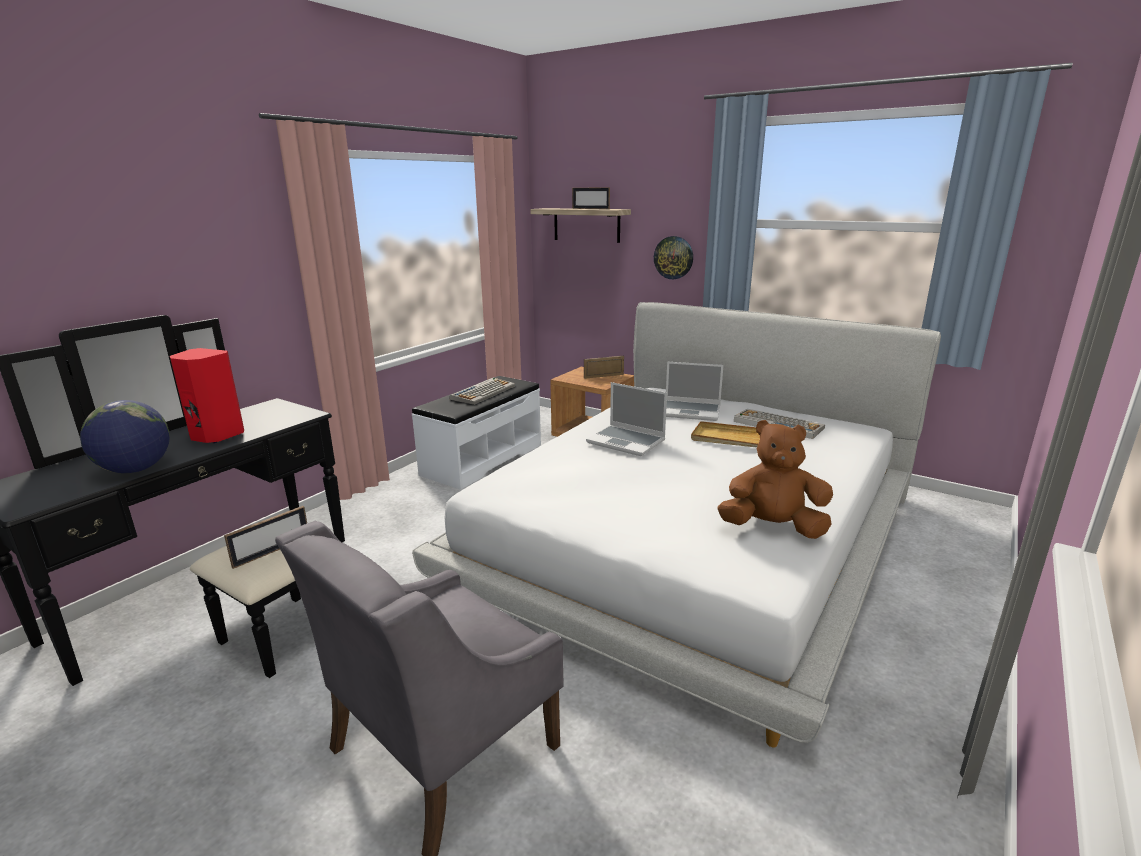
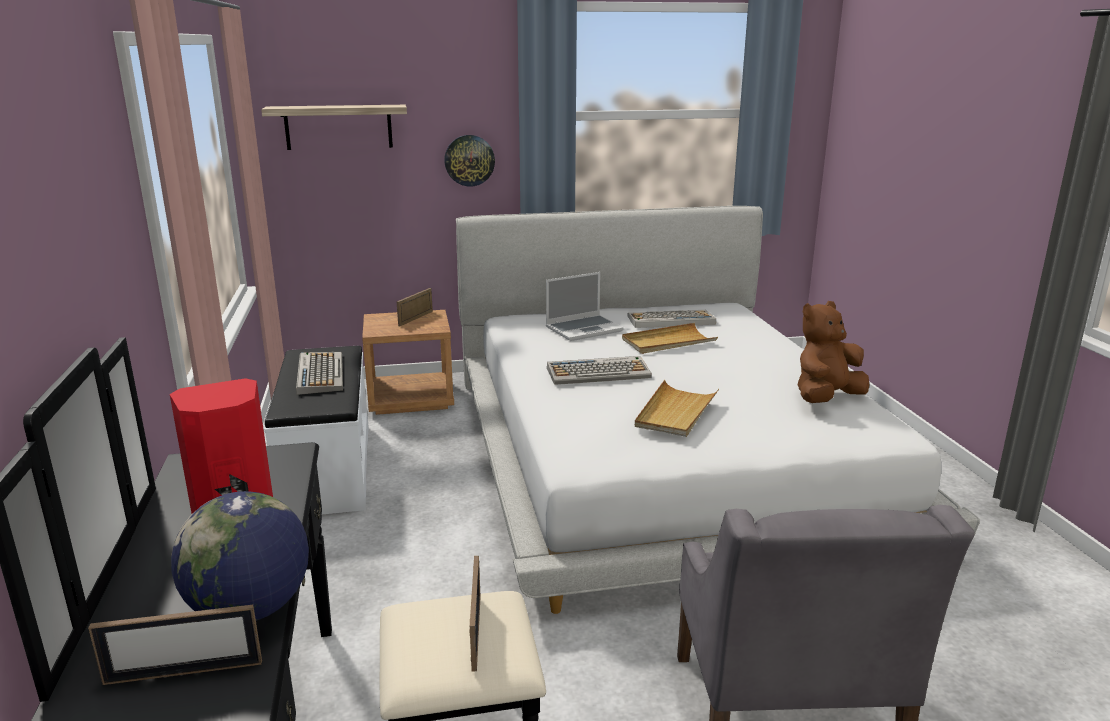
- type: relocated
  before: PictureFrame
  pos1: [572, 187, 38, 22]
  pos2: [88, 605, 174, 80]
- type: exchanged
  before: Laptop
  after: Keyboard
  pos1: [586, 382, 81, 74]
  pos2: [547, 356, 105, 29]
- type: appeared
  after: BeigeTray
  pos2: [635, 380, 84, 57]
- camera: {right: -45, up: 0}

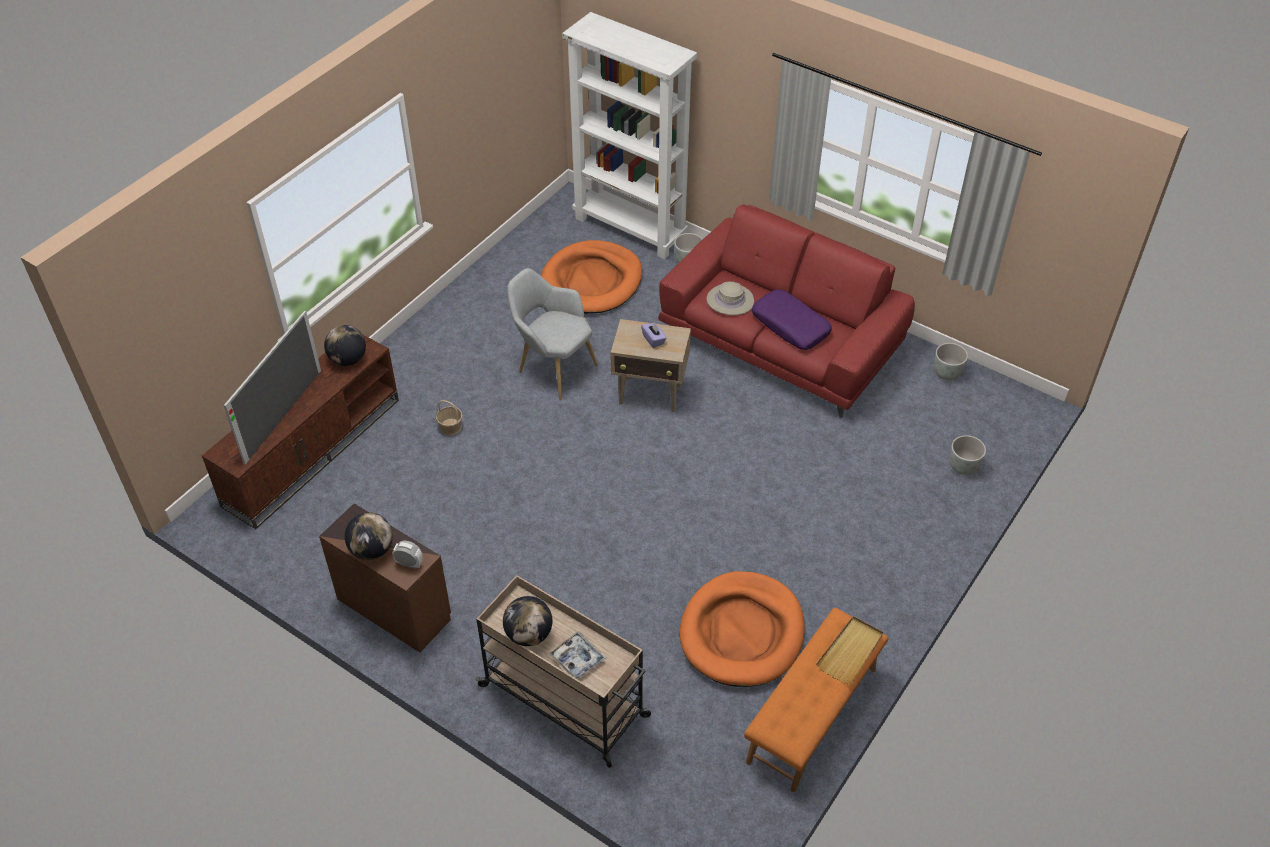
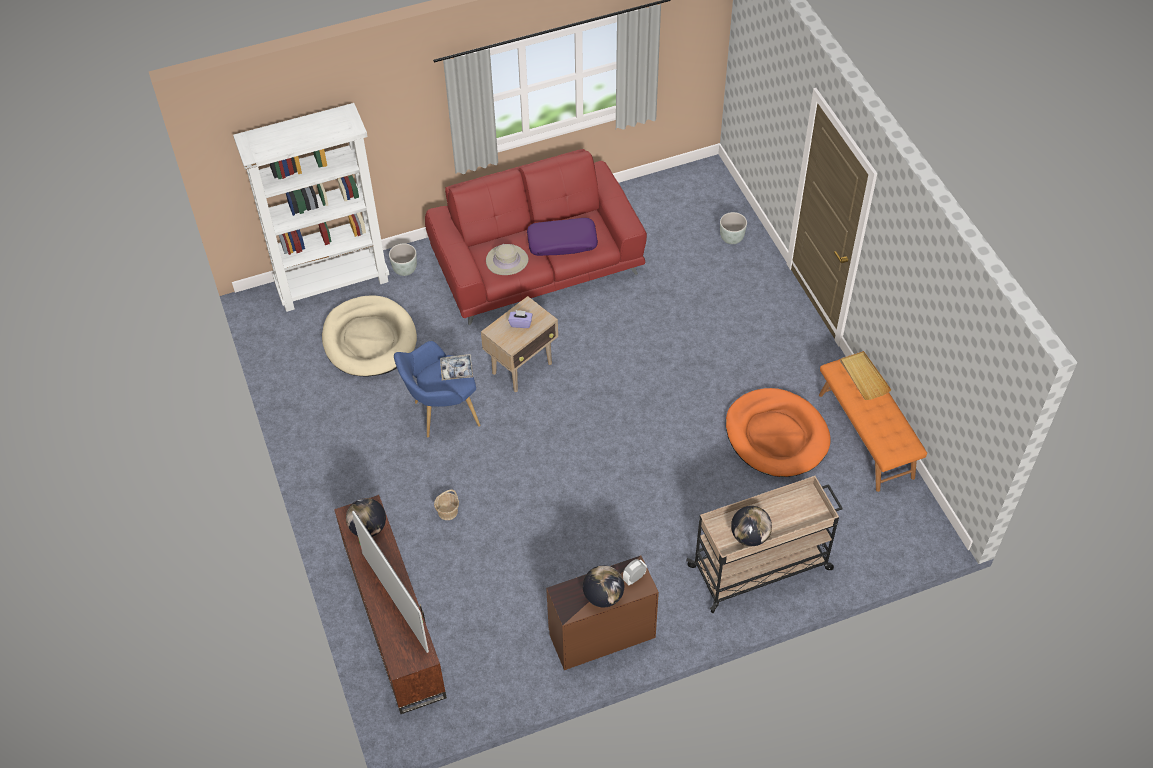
- type: colour
  before: OrangeDogBed
  after: BeigeDogBed
  pos1: [540, 240, 102, 74]
  pos2: [322, 296, 95, 81]
- type: colour
  before: GreyArmchair
  after: BlueArmchair
  pos1: [507, 268, 91, 132]
  pos2: [394, 341, 86, 97]
- type: missing
  before: GreyPlanter
  pos1: [934, 343, 34, 37]
- type: relocated
  before: Tray
  pos1: [548, 631, 58, 48]
  pos2: [440, 354, 33, 27]
- camera: {right: -55, up: 5}

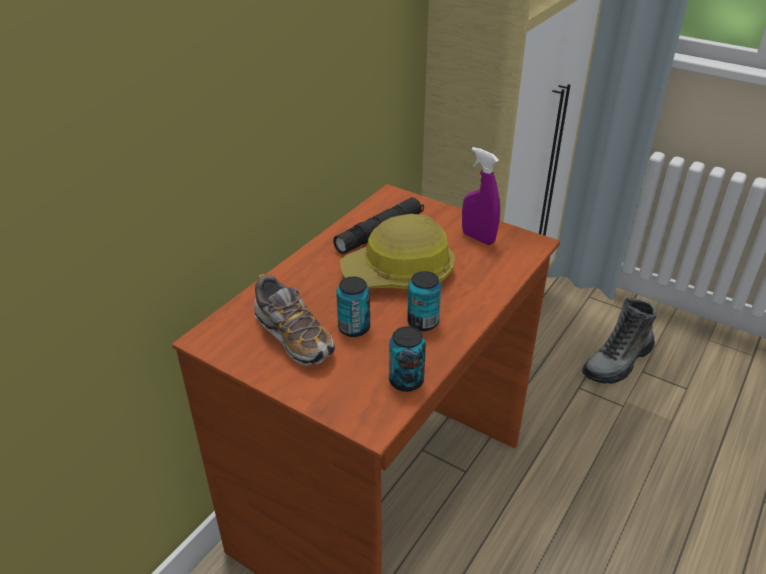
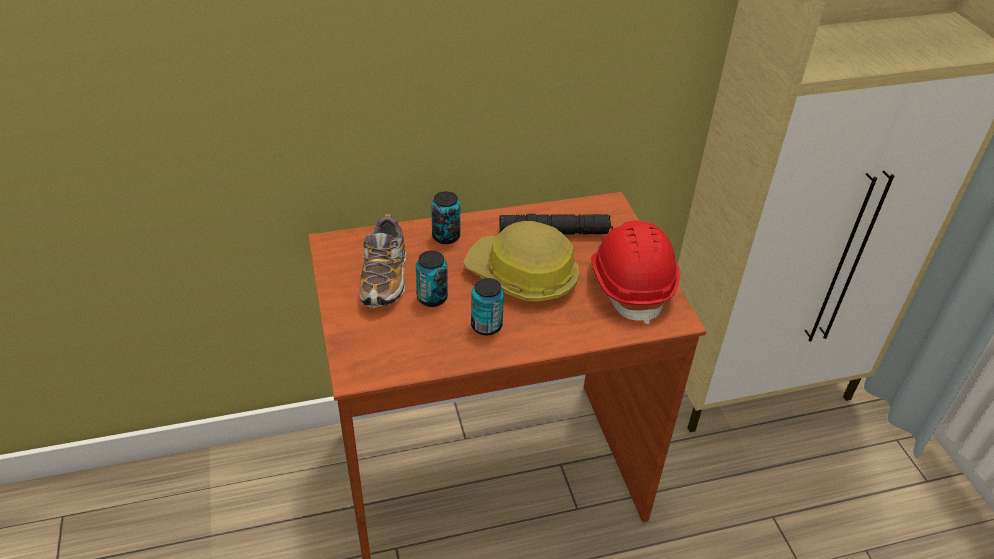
- type: exchanged
  before: PurpleSprayBottle
  after: RedHardHat
  pos1: [462, 147, 38, 98]
  pos2: [591, 221, 89, 103]
- type: missing
  before: Boot
  pos1: [582, 298, 74, 86]
- type: relocated
  before: Can
  pos1: [389, 326, 37, 66]
  pos2: [431, 191, 29, 53]
- camera: {right: 40, up: 5}

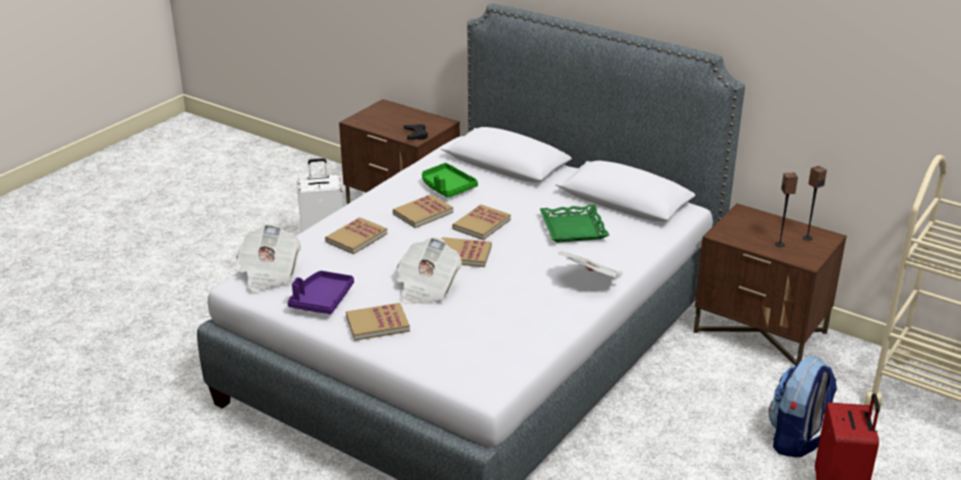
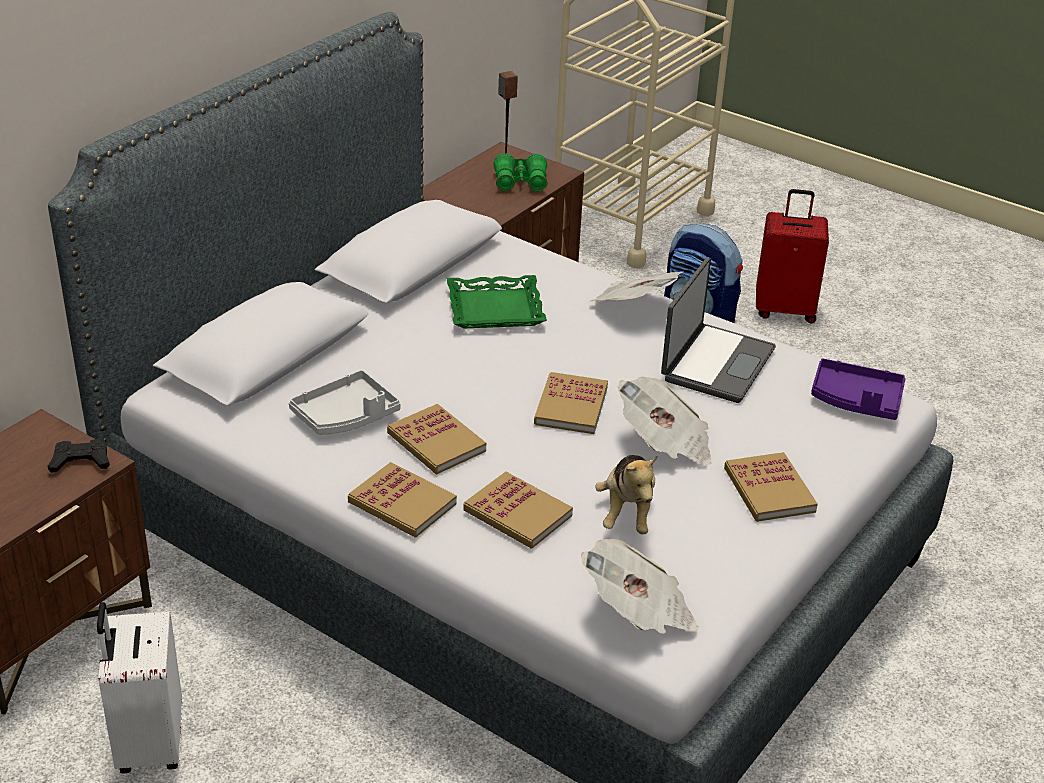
- type: colour
  before: GreenTray
  after: GreyTray
  pos1: [422, 163, 56, 35]
  pos2: [289, 370, 112, 65]
- type: exchanged
  before: Speaker
  after: GreenBinoculars
  pos1: [775, 173, 23, 74]
  pos2: [494, 153, 54, 39]
- type: relocated
  before: Book
  pos1: [452, 205, 59, 35]
  pos2: [348, 462, 109, 76]
- type: relocated
  before: PurpleTray
  pos1: [288, 271, 66, 43]
  pos2: [811, 359, 95, 61]
- type: appeared
  after: Laptop
  pos2: [661, 257, 115, 146]
- type: appeared
  after: PlushToy
  pos2: [595, 455, 63, 79]
- camera: {right: -90, up: 5}

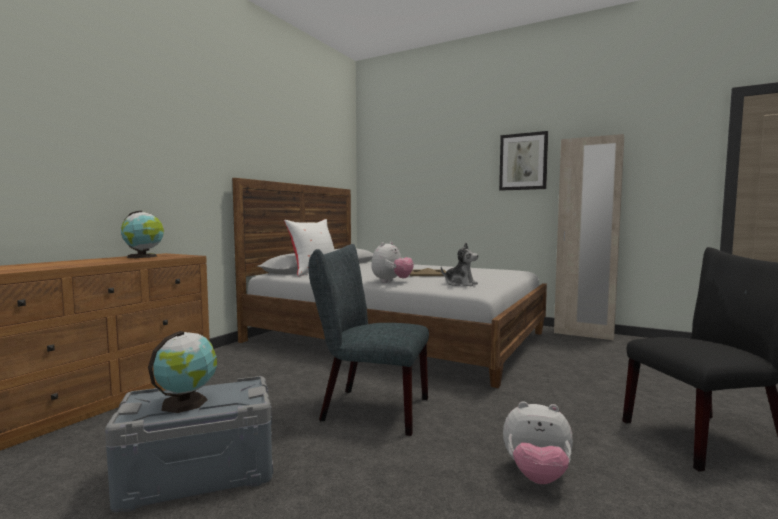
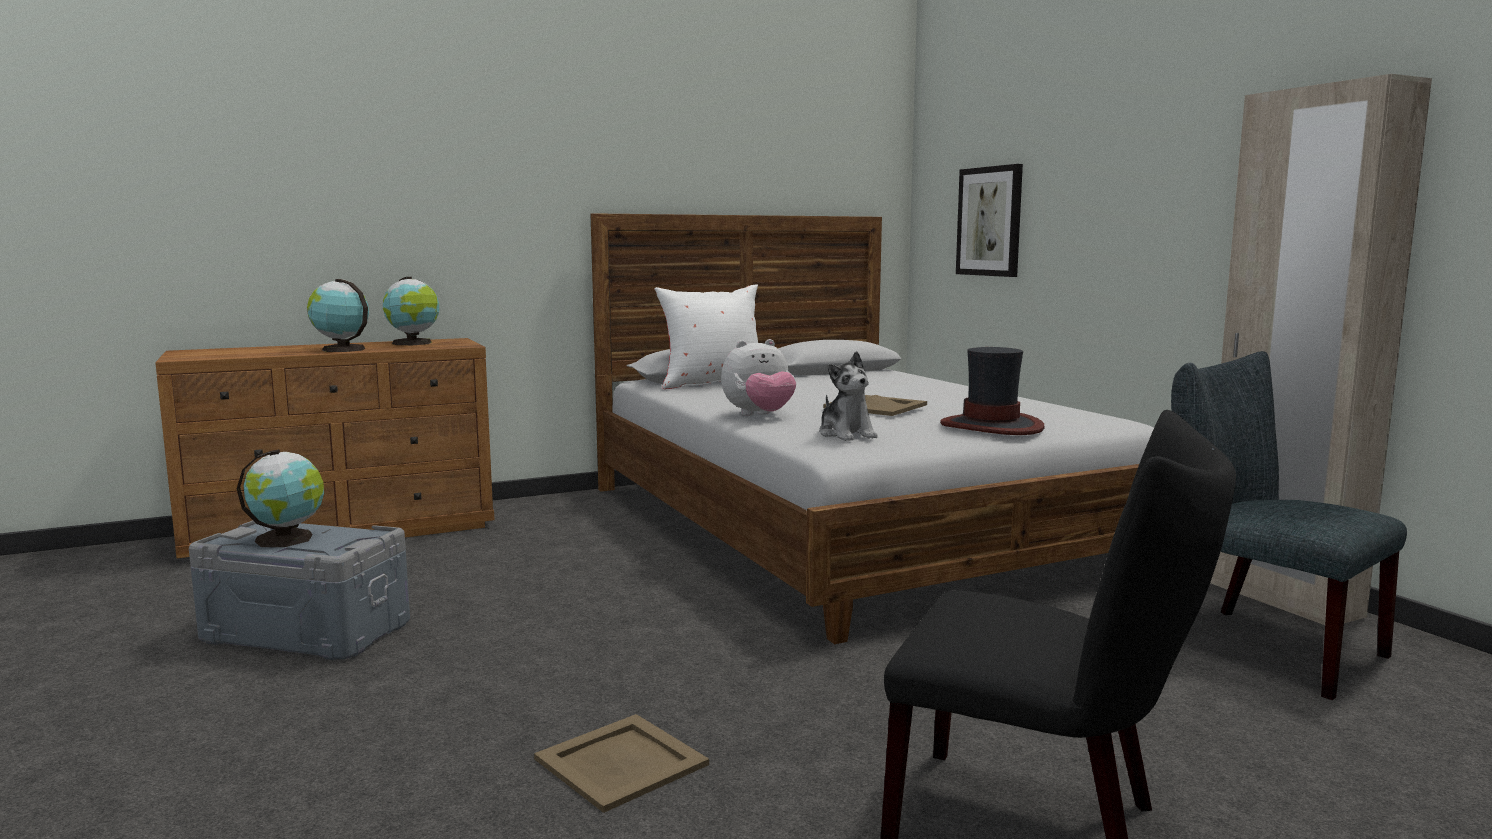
- type: relocated
  before: Picture
  pos1: [499, 131, 49, 60]
  pos2: [956, 164, 67, 113]
- type: relocated
  before: GreyChair
  pos1: [309, 244, 120, 192]
  pos2: [1171, 351, 236, 349]
- type: exchanged
  before: PlushToy
  after: BeigeTray
  pos1: [503, 401, 70, 83]
  pos2: [534, 714, 175, 99]
- type: appeared
  after: Globe
  pos2: [307, 279, 62, 73]
- type: appeared
  after: Hat
  pos2: [940, 347, 105, 88]
- camera: {right: 35, up: 5}

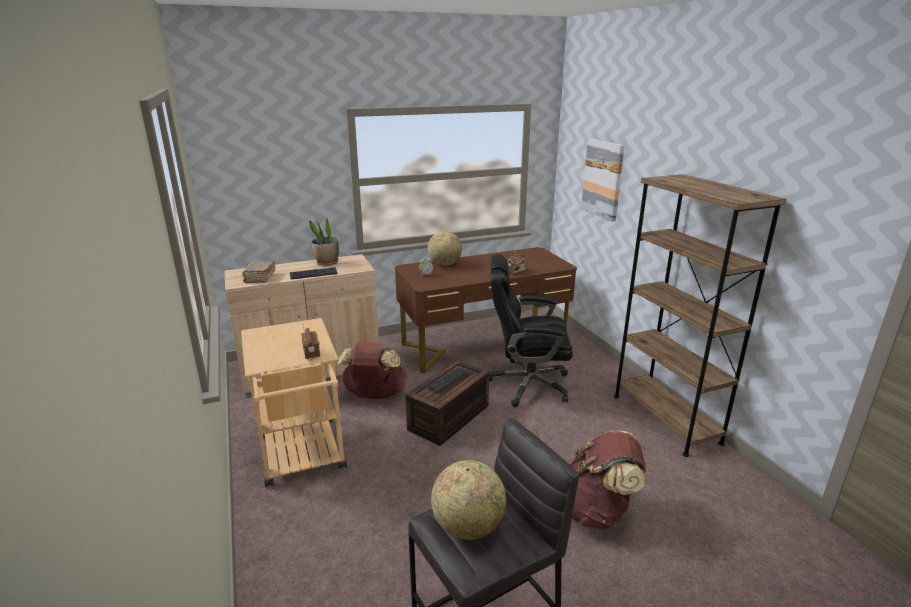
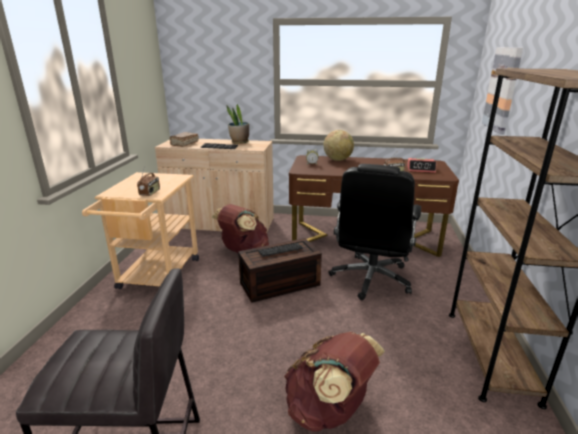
- type: spun
  before: BlackOfficeChair
  pos1: [489, 254, 84, 153]
  pos2: [329, 164, 92, 136]
  turn: -105
- type: missing
  before: Globe
  pos1: [431, 460, 75, 80]
- type: appeared
  after: AlarmClock
  pos2: [407, 158, 30, 15]
- camera: {right: 30, up: 0}

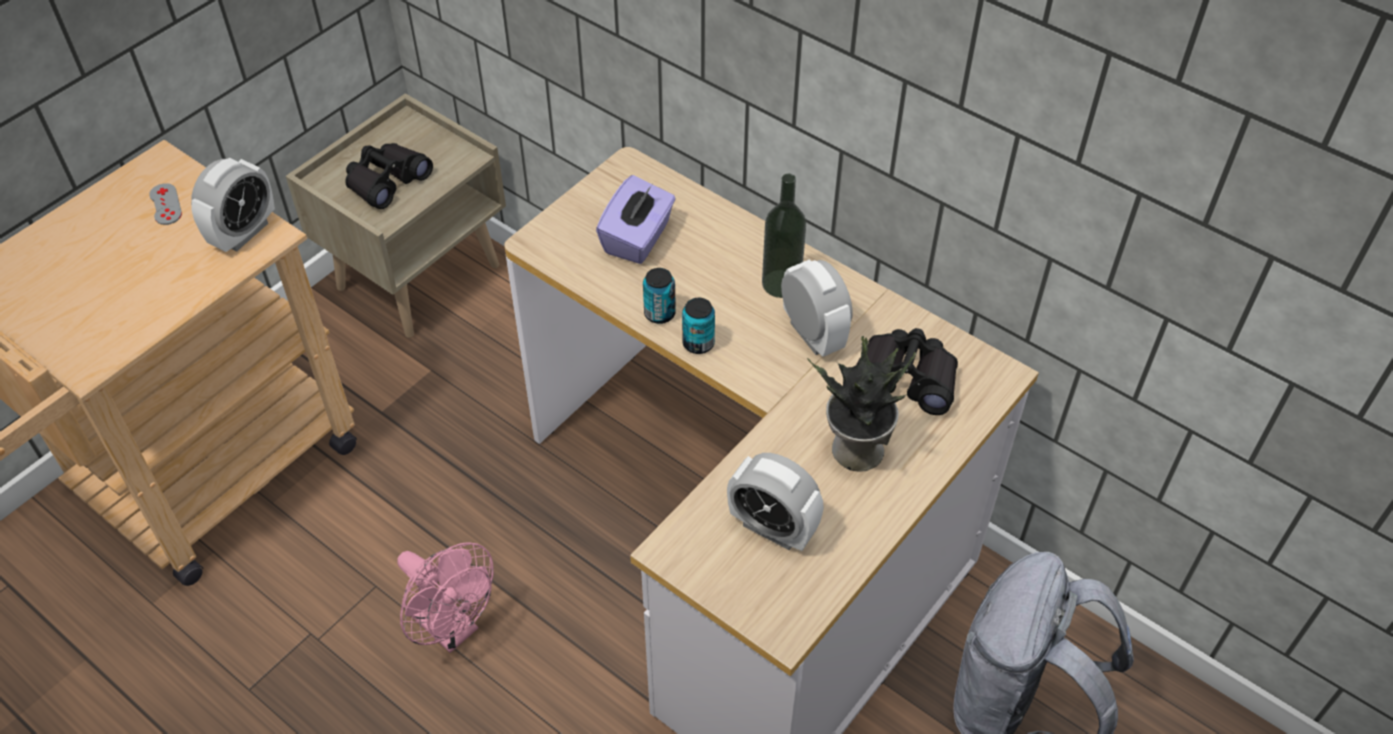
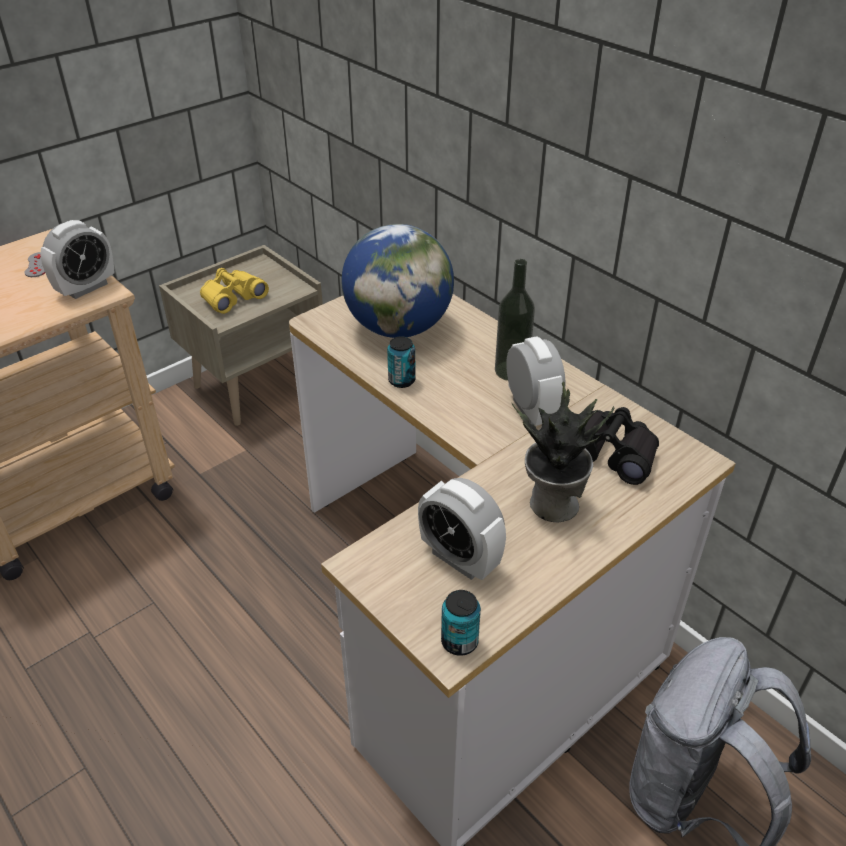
- type: colour
  before: BlackBinoculars
  after: YellowBinoculars
  pos1: [345, 143, 88, 66]
  pos2: [200, 268, 69, 46]
- type: exchanged
  before: PurpleTissueBox
  after: Globe
  pos1: [596, 175, 80, 89]
  pos2: [341, 224, 113, 114]
- type: relocated
  before: Can
  pos1: [682, 298, 33, 56]
  pos2: [441, 590, 40, 66]
- type: missing
  before: PinkFan
  pos1: [397, 543, 97, 110]
- camera: {right: 10, up: -10}

